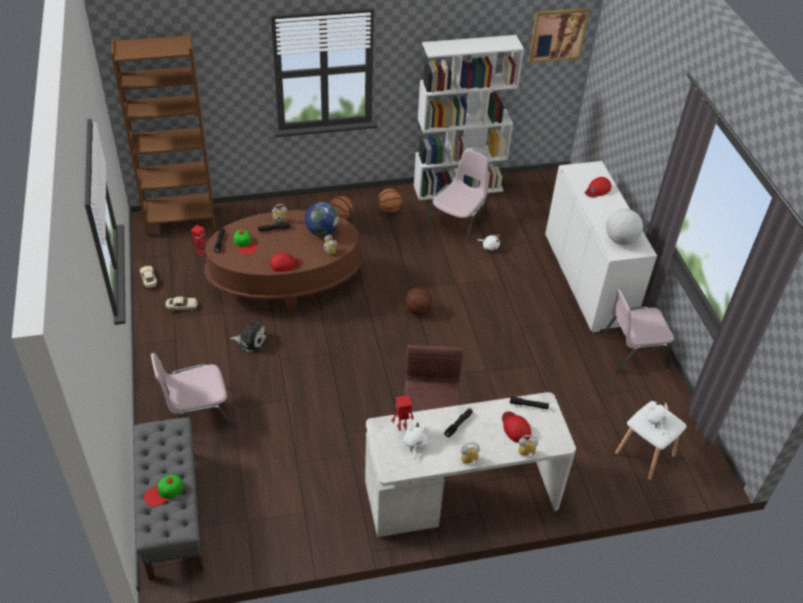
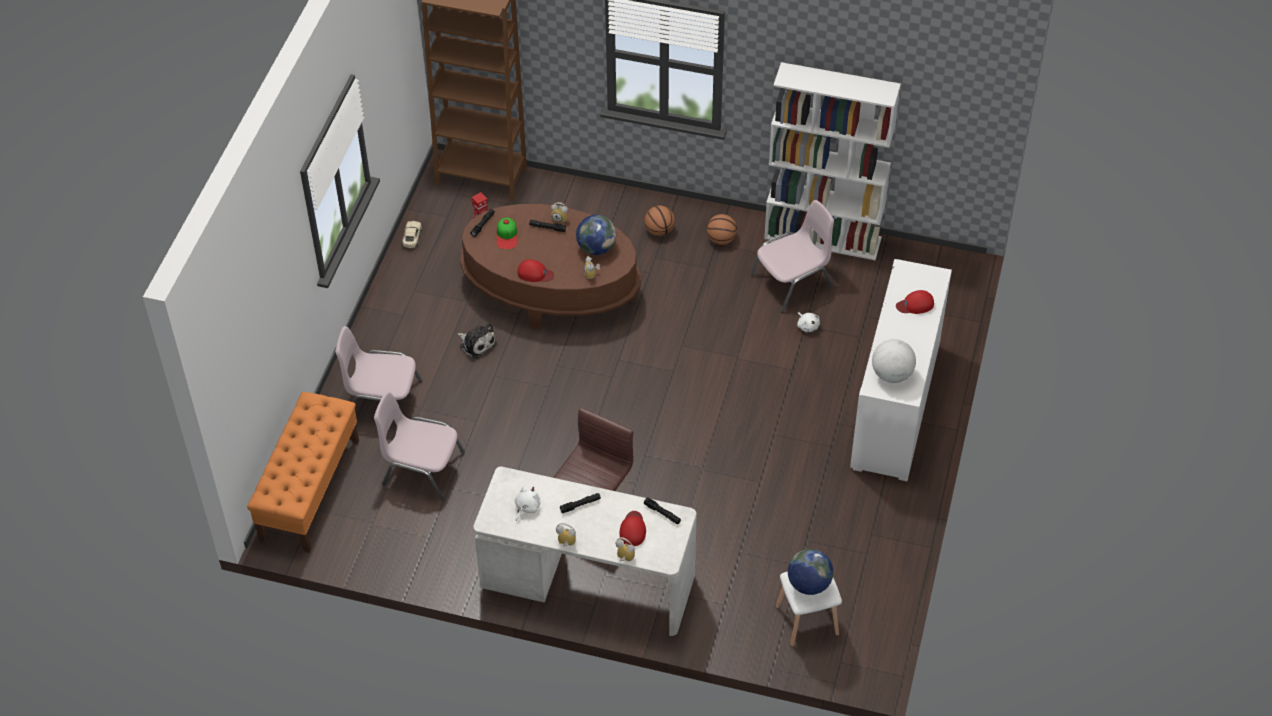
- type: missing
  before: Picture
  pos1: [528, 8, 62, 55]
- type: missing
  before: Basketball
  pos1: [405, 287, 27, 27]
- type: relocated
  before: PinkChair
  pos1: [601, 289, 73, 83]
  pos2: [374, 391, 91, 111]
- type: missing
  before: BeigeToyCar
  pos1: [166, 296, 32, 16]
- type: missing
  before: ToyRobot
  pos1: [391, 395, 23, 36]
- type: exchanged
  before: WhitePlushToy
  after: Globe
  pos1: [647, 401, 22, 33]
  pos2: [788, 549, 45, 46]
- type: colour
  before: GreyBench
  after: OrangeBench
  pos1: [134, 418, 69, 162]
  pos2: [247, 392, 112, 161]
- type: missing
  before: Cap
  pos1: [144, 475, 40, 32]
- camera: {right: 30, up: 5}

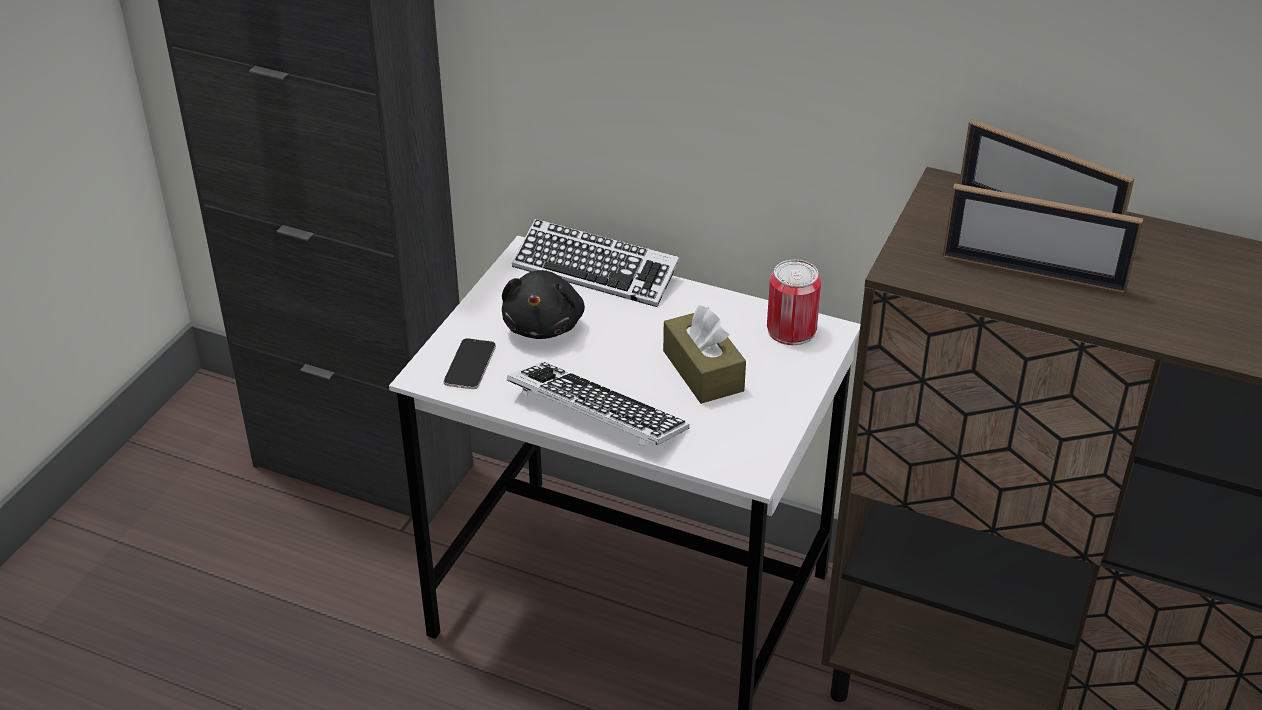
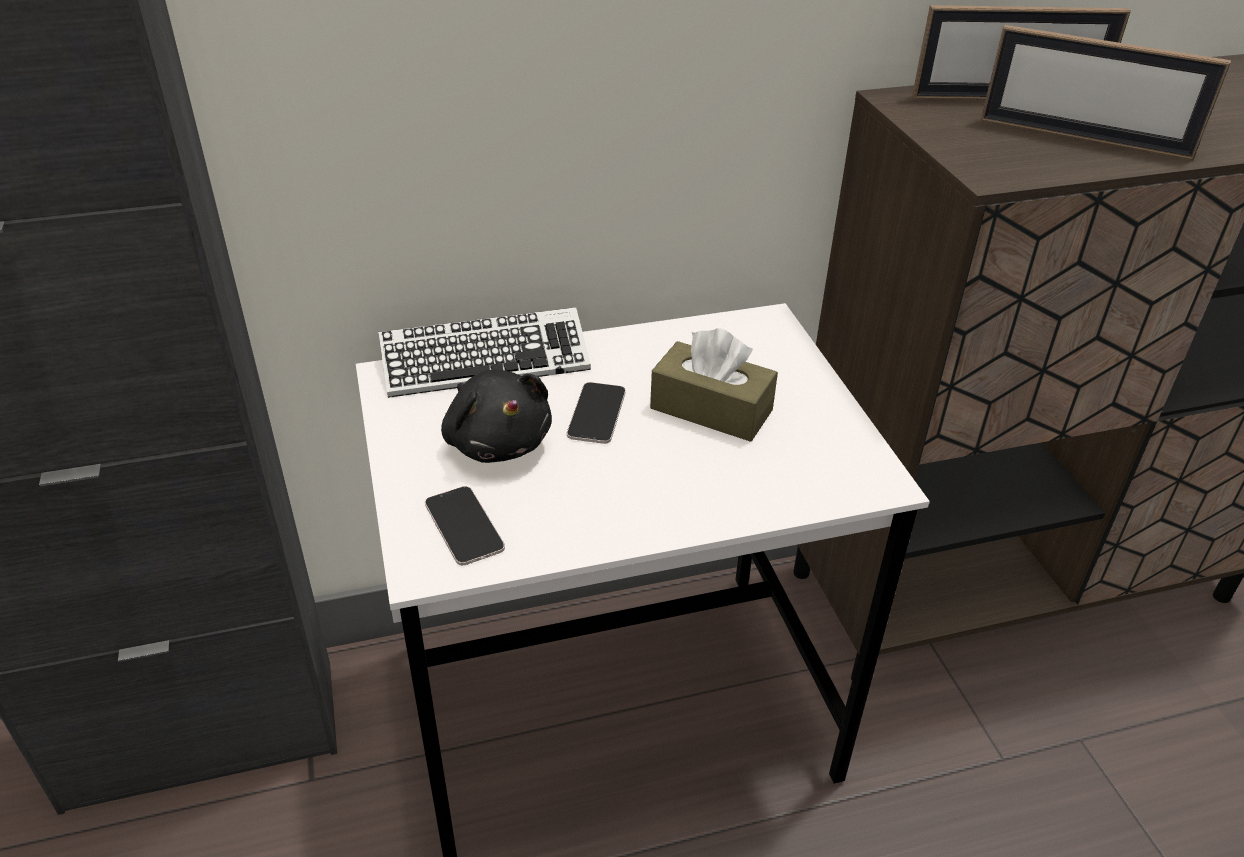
- type: spun
  before: PictureFrame
  pos1: [943, 183, 200, 110]
  pos2: [981, 25, 250, 135]
  turn: 45
- type: missing
  before: Can
  pos1: [767, 260, 55, 85]
- type: missing
  before: Keyboard
  pos1: [507, 362, 182, 84]
- type: appeared
  after: Phone
  pos2: [567, 382, 59, 62]
- camera: {right: -40, up: 0}

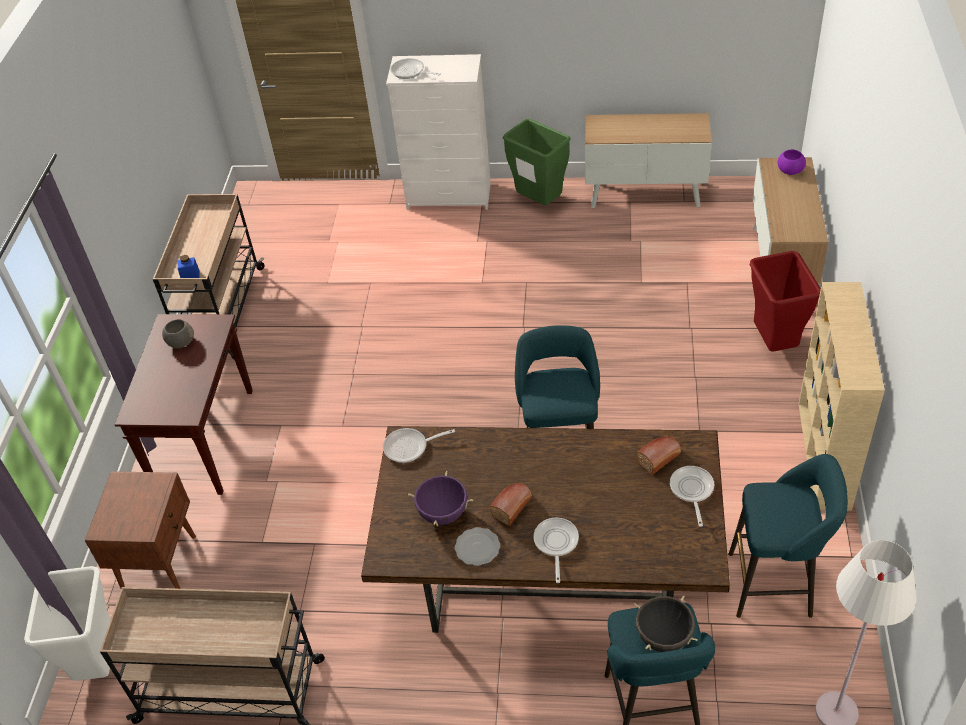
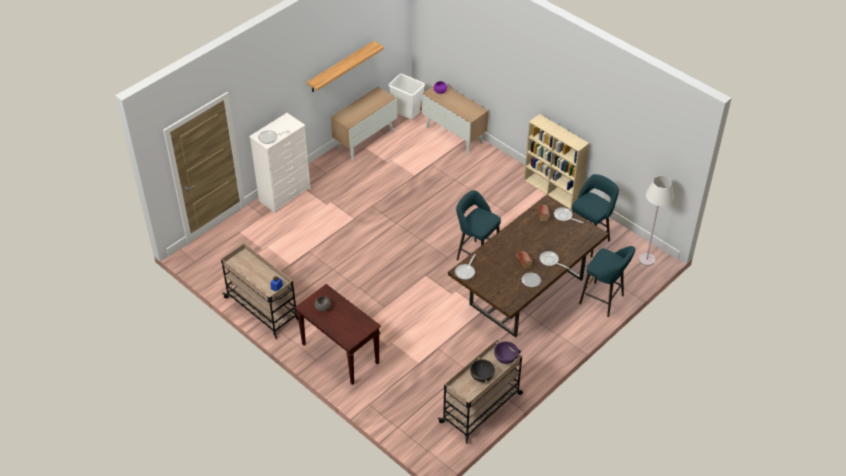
- type: missing
  before: GreenTrashCan
  pos1: [503, 119, 67, 86]
- type: missing
  before: RedTrashCan
  pos1: [750, 251, 71, 101]
- type: missing
  before: BrownNightstand
  pos1: [85, 471, 111, 118]
- type: relocated
  before: PurpleCookingPot
  pos1: [408, 471, 65, 55]
  pos2: [494, 341, 25, 23]
- type: relocated
  before: WhiteTrashCan
  pos1: [24, 566, 87, 115]
  pos2: [388, 74, 37, 45]
- type: relocated
  before: BlackCookingPot
  pos1: [634, 596, 63, 56]
  pos2: [469, 357, 29, 26]
- type: appeared
  after: Shelf
  pos2: [307, 41, 77, 51]
- camera: {right: -55, up: 0}

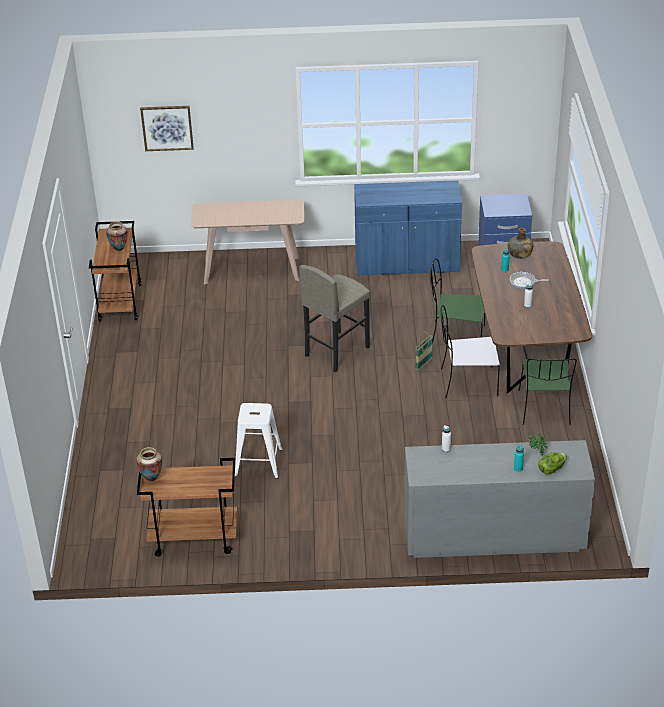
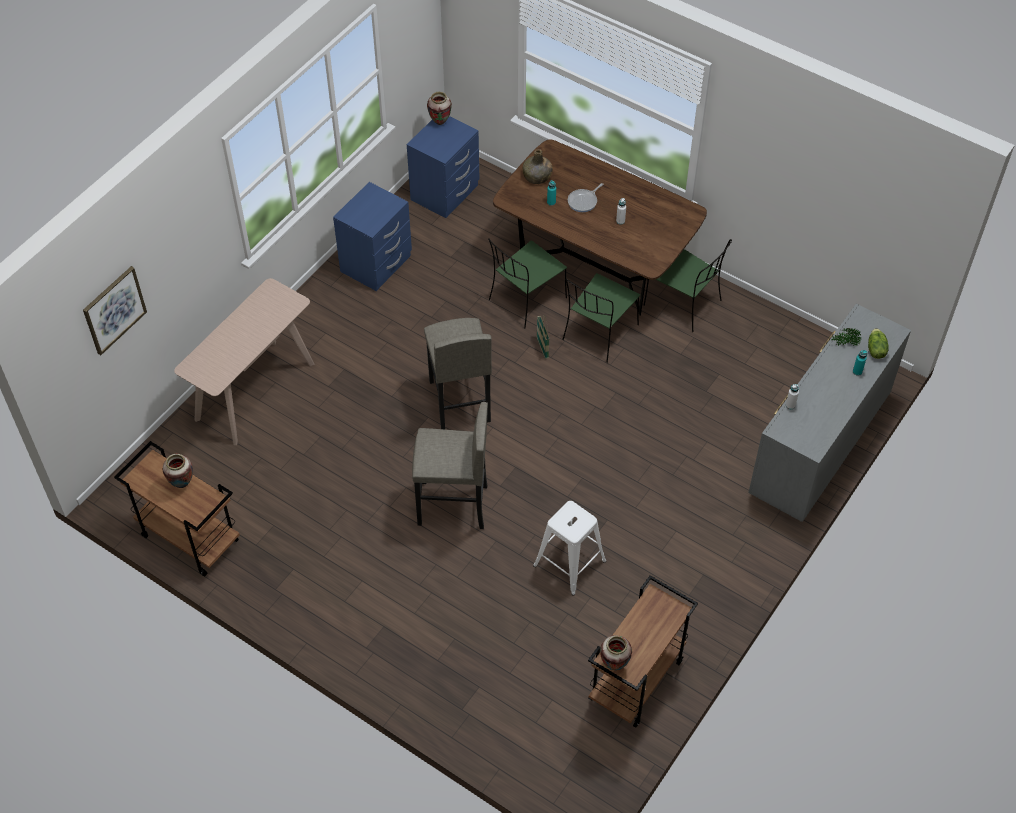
- type: exchanged
  before: BlueCabinet
  after: BlueNightstand
  pos1: [354, 180, 108, 96]
  pos2: [333, 182, 79, 109]
- type: colour
  before: WhiteChair
  after: GreenChair
  pos1: [441, 305, 59, 93]
  pos2: [562, 273, 78, 90]
- type: appeared
  after: Vase
  pos2: [427, 92, 25, 33]
- type: appeared
  after: GreyStool
  pos2: [412, 402, 76, 127]
- camera: {right: -55, up: 15}

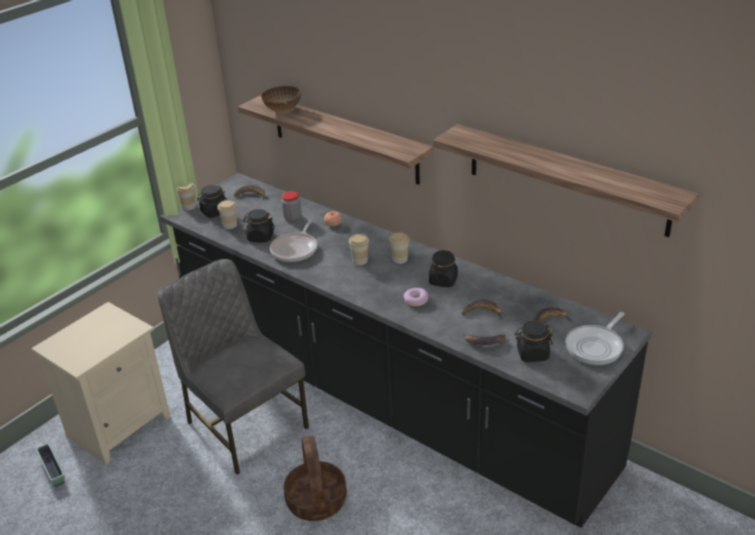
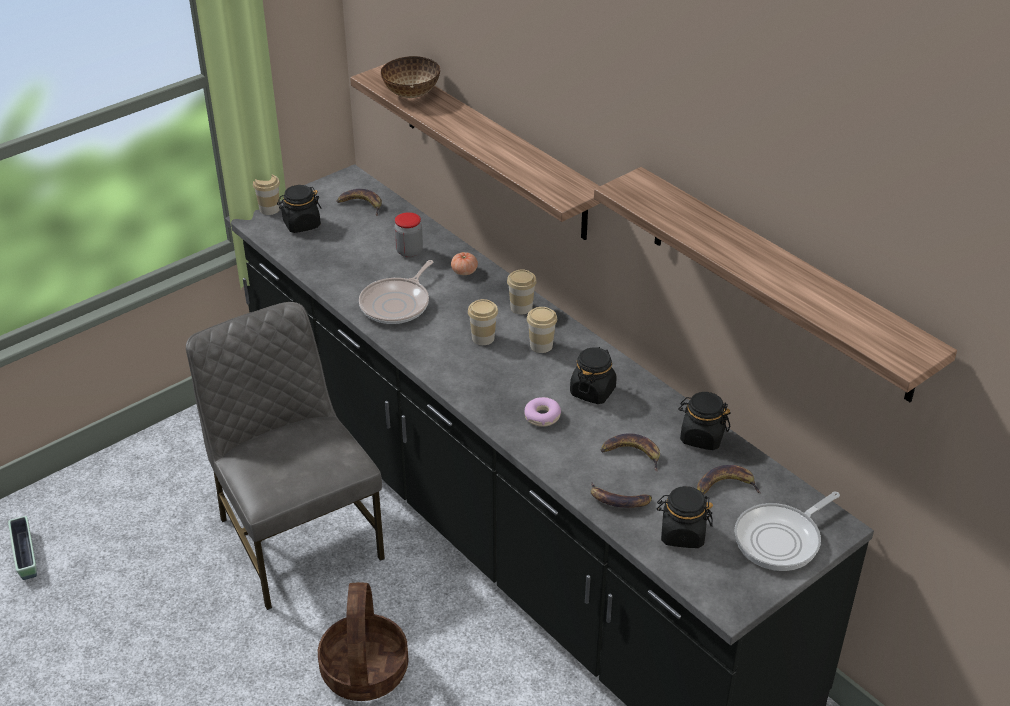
- type: relocated
  before: Cup
  pos1: [217, 200, 20, 29]
  pos2: [507, 269, 30, 45]
- type: relocated
  before: BlackJar
  pos1: [243, 209, 32, 33]
  pos2: [678, 392, 53, 58]
- type: missing
  before: BeigeNightstand
  pos1: [31, 302, 140, 163]
- camera: {right: 10, up: 5}

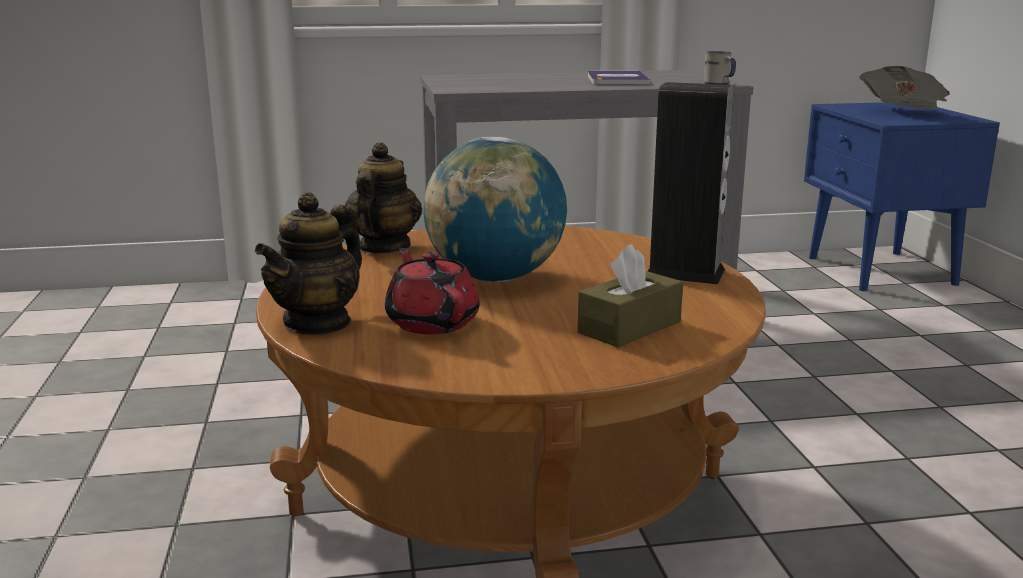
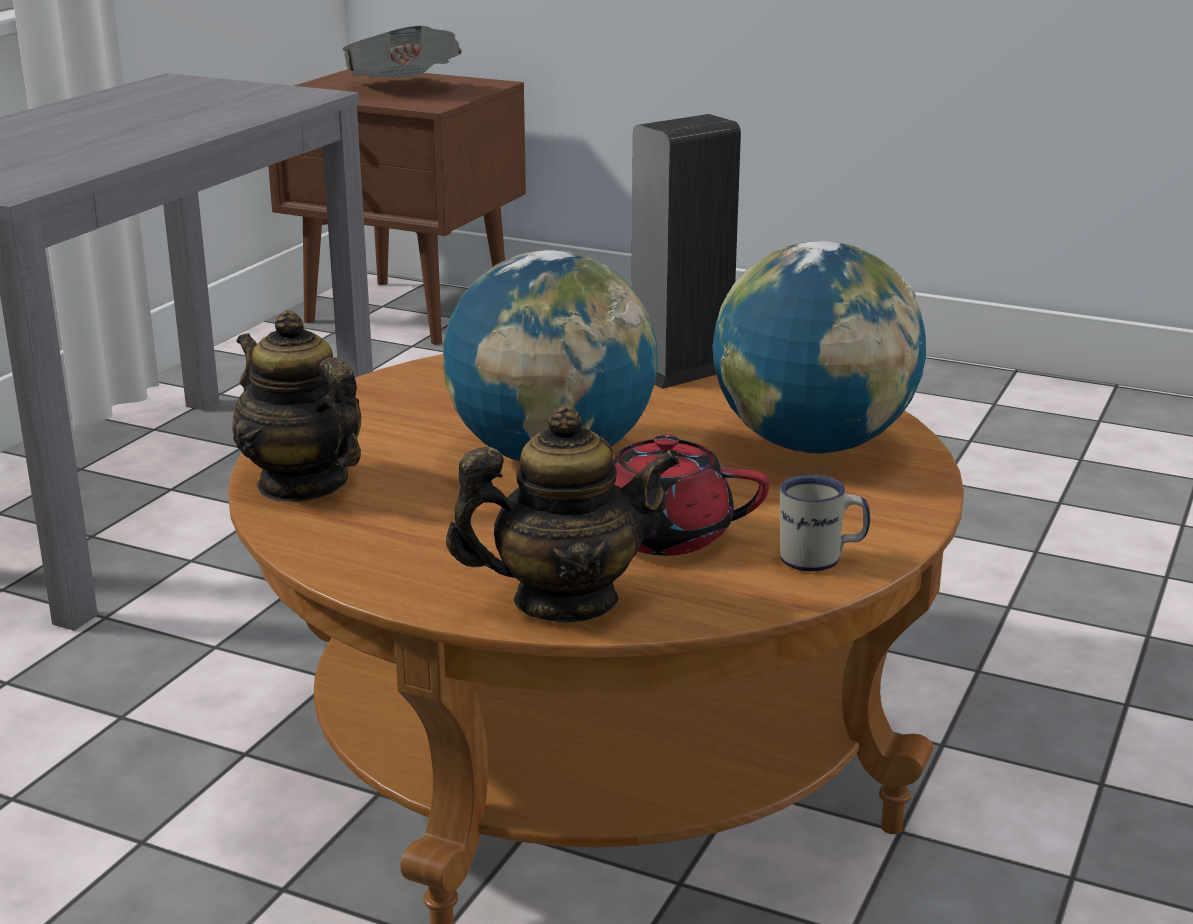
- type: relocated
  before: WhiteMug
  pos1: [705, 51, 31, 34]
  pos2: [780, 475, 90, 96]
- type: missing
  before: Book
  pos1: [588, 71, 62, 14]
- type: colour
  before: BlueNightstand
  after: BrownNightstand
  pos1: [804, 102, 196, 189]
  pos2: [268, 69, 258, 276]
- type: spun
  before: Teapot
  pos1: [255, 192, 107, 143]
  pos2: [446, 405, 234, 218]
  turn: -75
- type: exchanged
  before: BrownTissueBox
  after: Globe
  pos1: [578, 244, 105, 103]
  pos2: [713, 241, 213, 213]
- camera: {right: -55, up: 5}

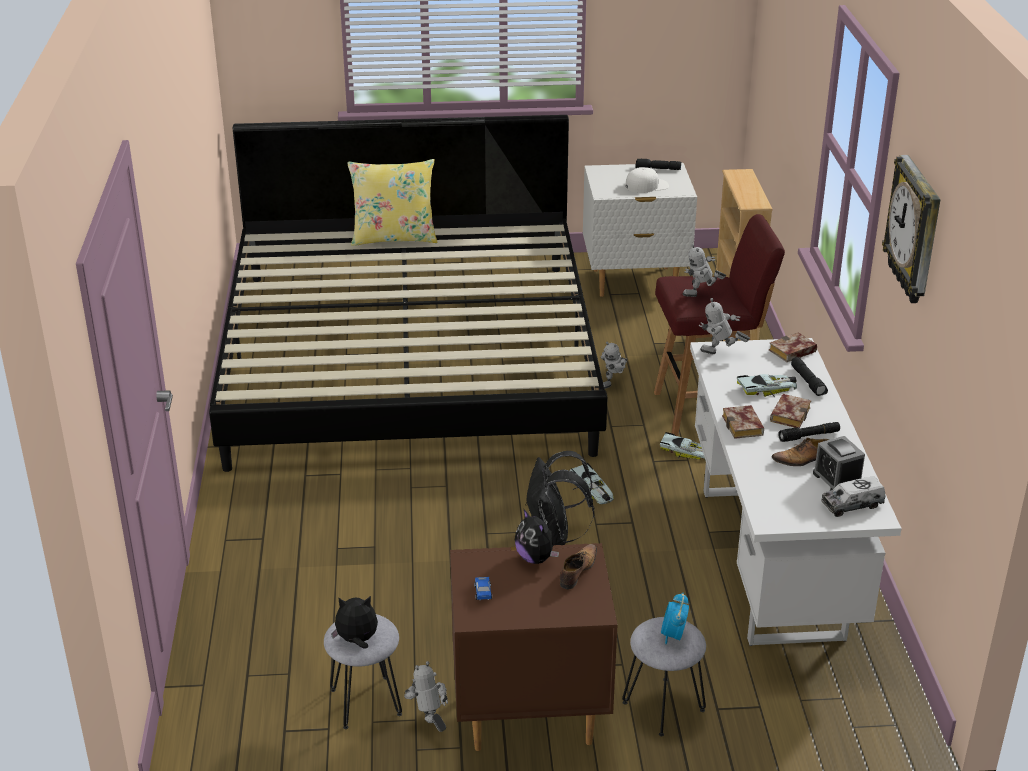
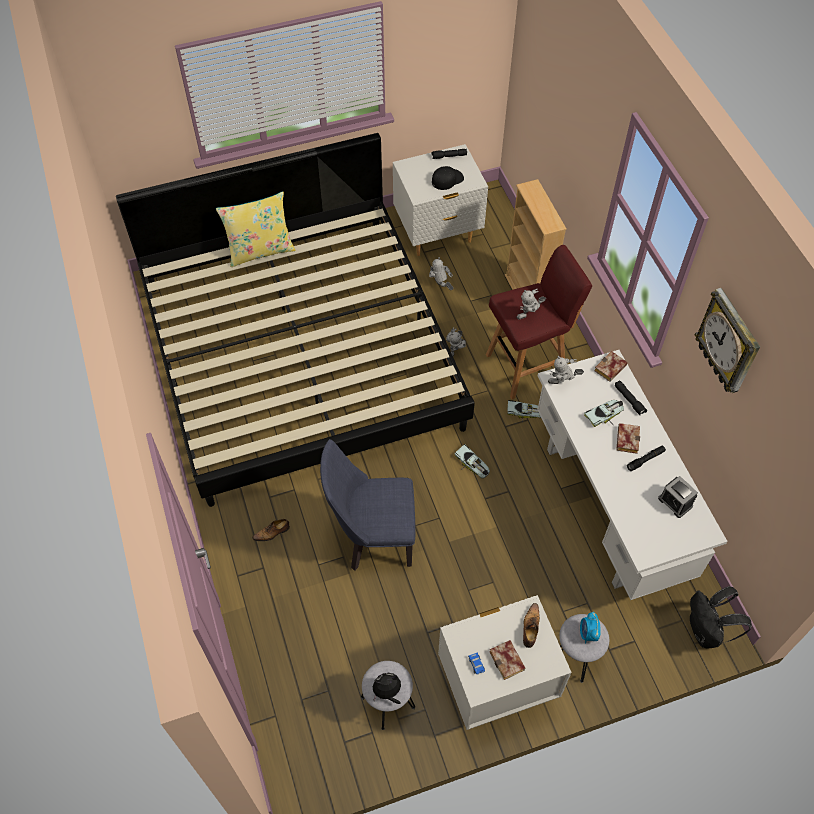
- type: colour
  before: WhiteCap
  after: BlackCap
  pos1: [626, 167, 43, 26]
  pos2: [432, 166, 32, 24]
- type: relocated
  before: Book
  pos1: [722, 405, 42, 34]
  pos2: [489, 640, 36, 40]
- type: relocated
  before: Shoe
  pos1: [772, 438, 57, 28]
  pos2: [252, 519, 38, 22]
- type: relocated
  before: BlackBackpack
  pos1: [525, 451, 70, 95]
  pos2: [690, 586, 62, 62]
- type: missing
  before: ToyTruck
  pos1: [821, 476, 65, 41]
- type: missing
  before: PlushToy
  pos1: [515, 508, 44, 56]
- type: colour
  before: BrownNightstand
  after: WhiteNightstand
  pos1: [450, 543, 167, 208]
  pos2: [438, 595, 134, 135]
- type: relocated
  before: ToyRobot
  pos1: [404, 661, 44, 71]
  pos2: [429, 257, 24, 33]
- type: appeared
  after: BlueChair
  pos2: [320, 439, 95, 132]
- camera: {right: -15, up: 25}

